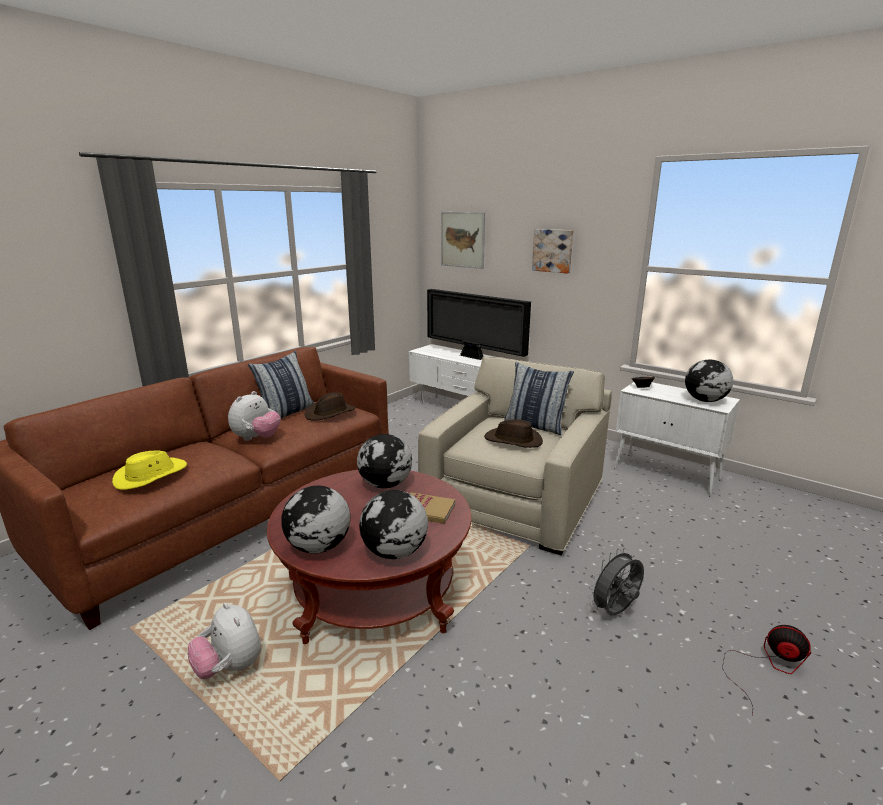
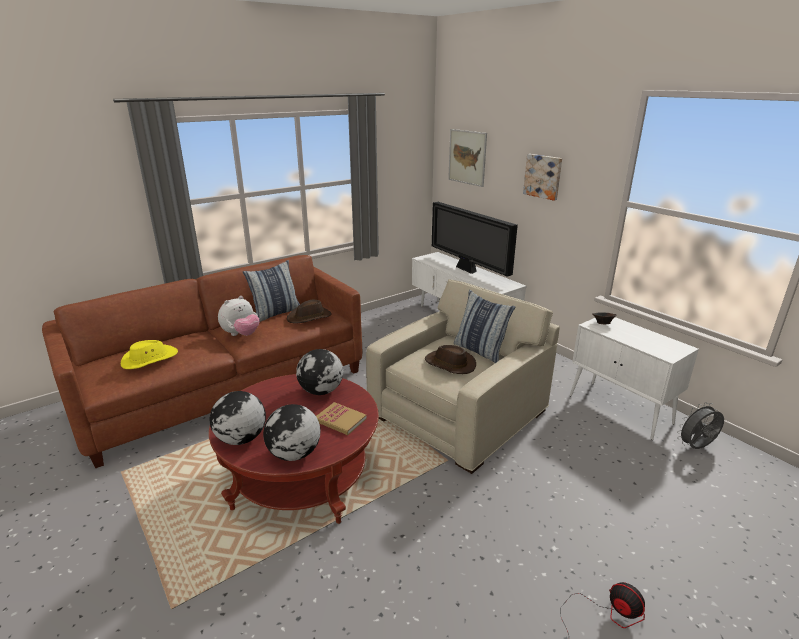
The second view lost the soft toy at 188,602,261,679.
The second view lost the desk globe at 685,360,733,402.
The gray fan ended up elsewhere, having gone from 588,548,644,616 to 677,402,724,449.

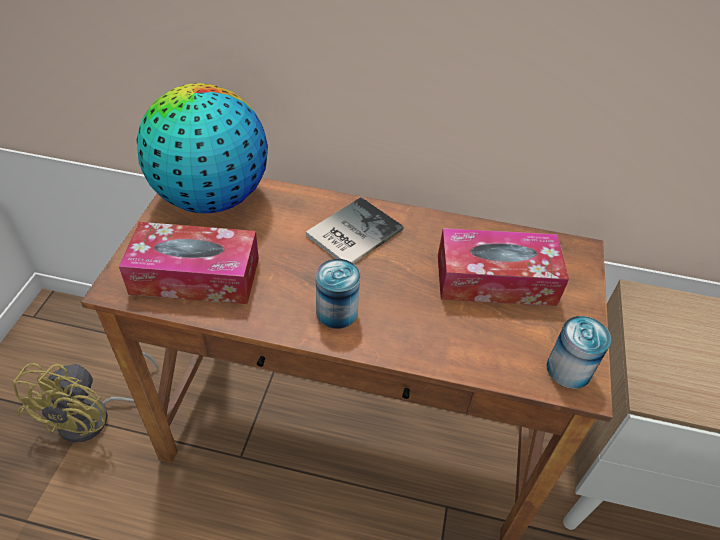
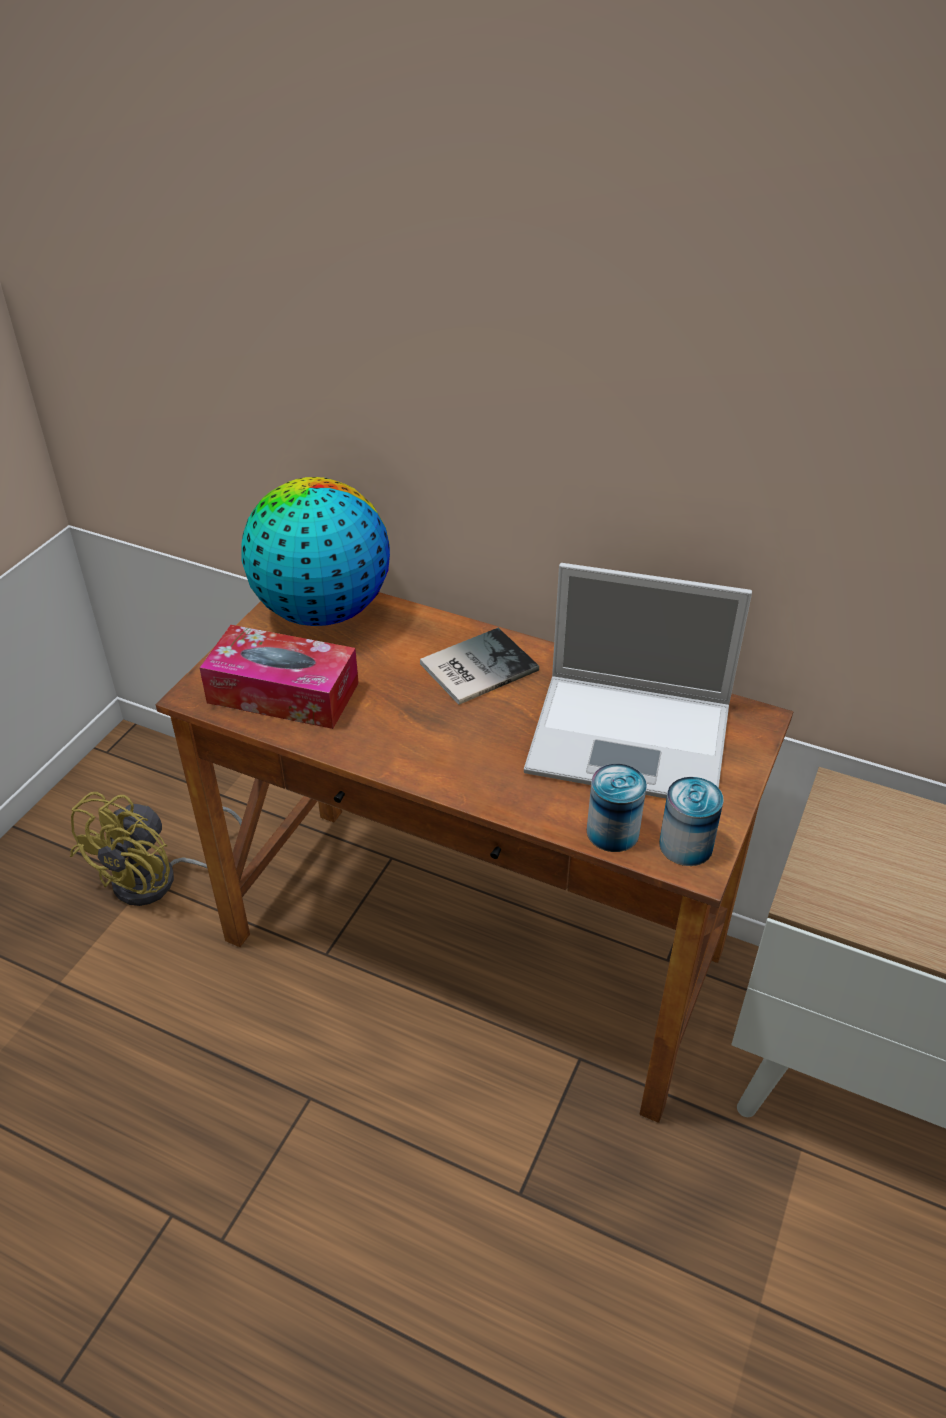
The metal can ended up elsewhere, having gone from 316,259,360,329 to 587,764,647,852.
Where the tissue box stood at 438,228,569,306, the portable computer came to stand at 524,563,752,798.

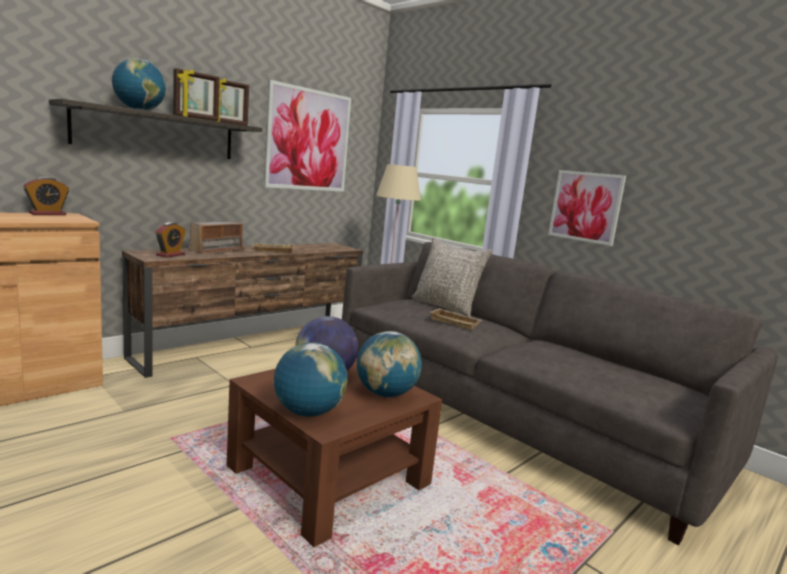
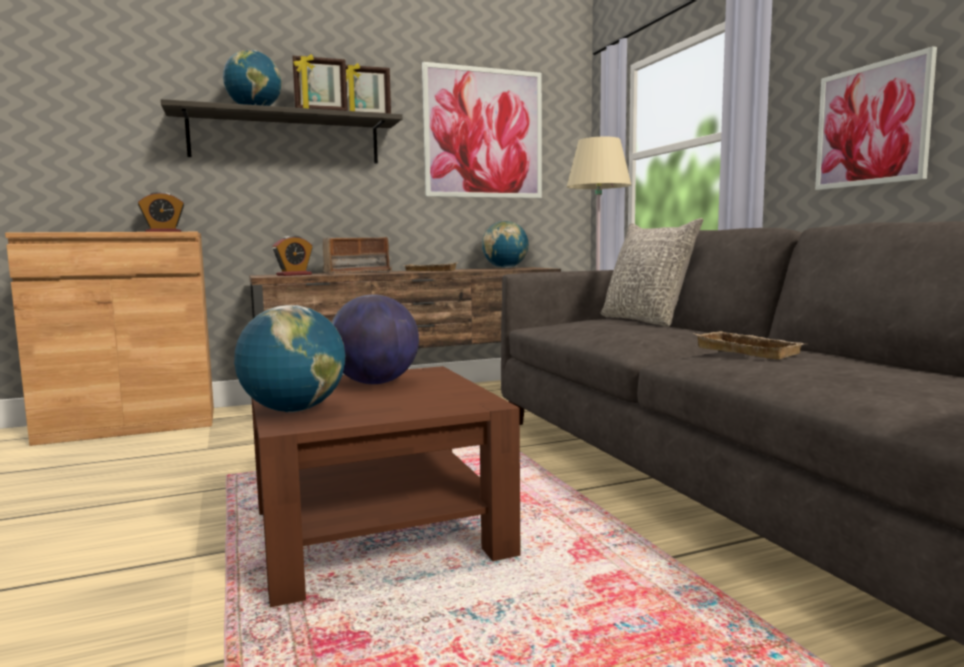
The desk globe ended up elsewhere, having gone from 357,331,422,398 to 482,221,529,268.
The sand-coloured carrying tray ended up elsewhere, having gone from 429,308,482,330 to 695,331,805,360.

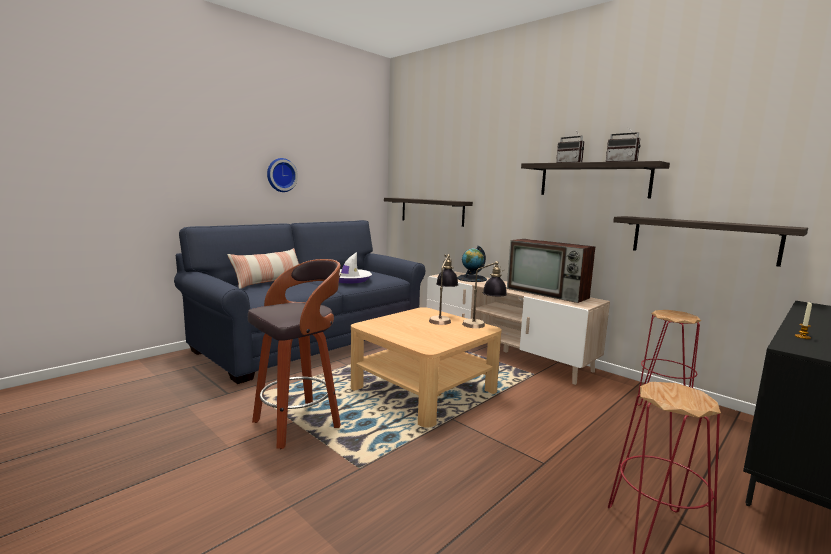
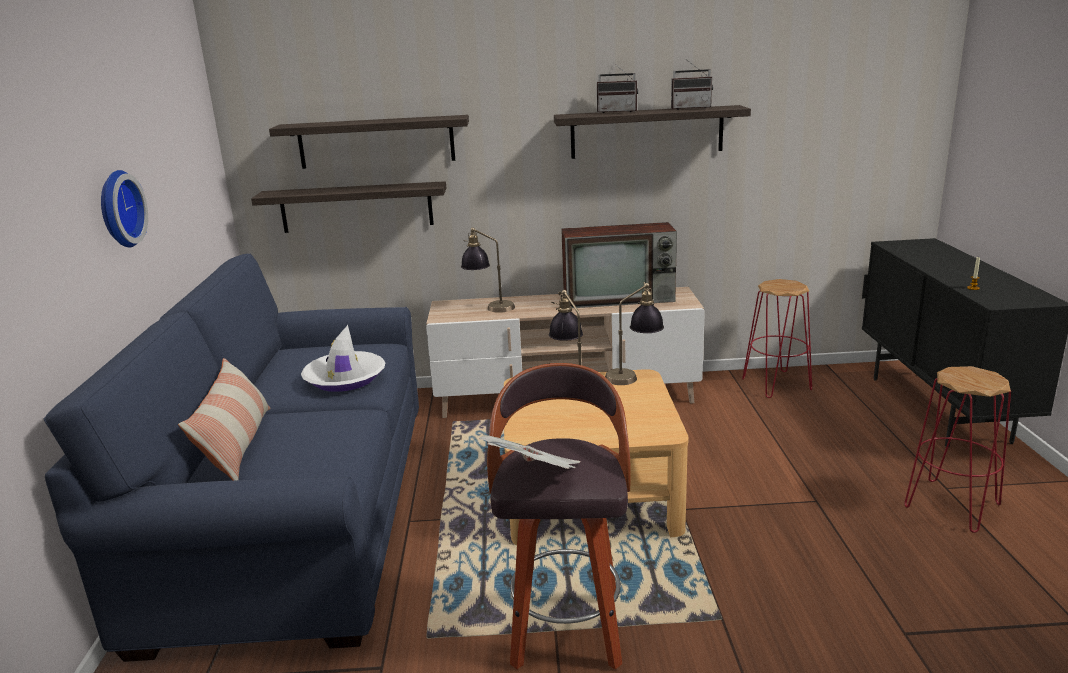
The second view gained the daily paper at 479,435,580,469.
The bracket shelf ended up elsewhere, having gone from 613,216,808,267 to 269,115,469,169.
Where the desk globe stood at 457,246,487,282, the tabletop lamp came to stand at 461,227,515,313.

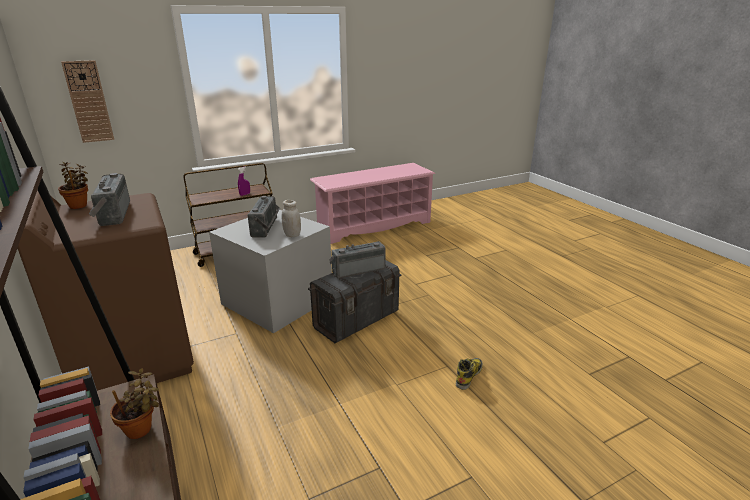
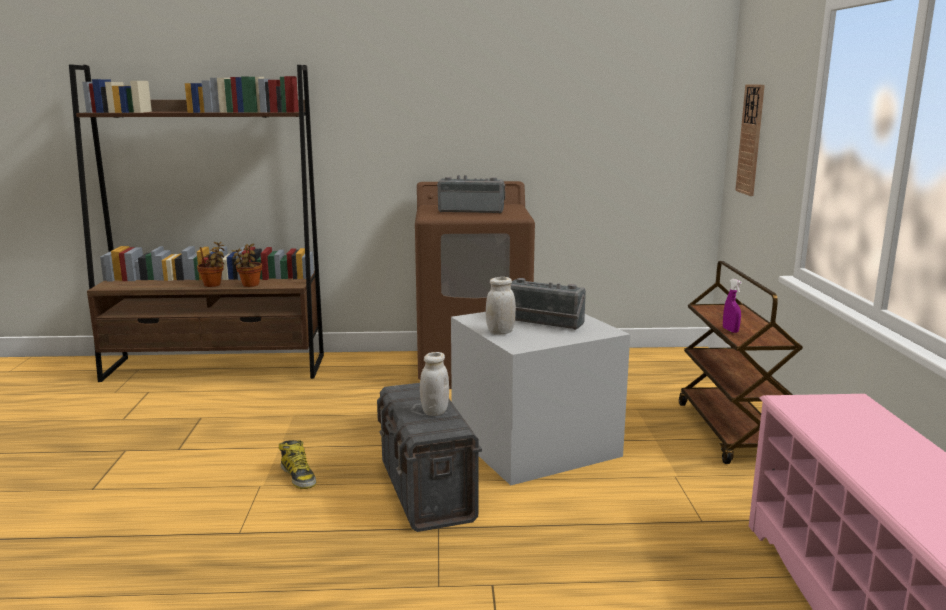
The potted plant ended up elsewhere, having gone from 58,162,88,209 to 197,242,225,287.
The boot ended up elsewhere, having gone from 456,358,483,390 to 279,440,316,489.
Where the radio stood at 329,241,386,279, the white storage jar came to stand at 420,352,449,416.

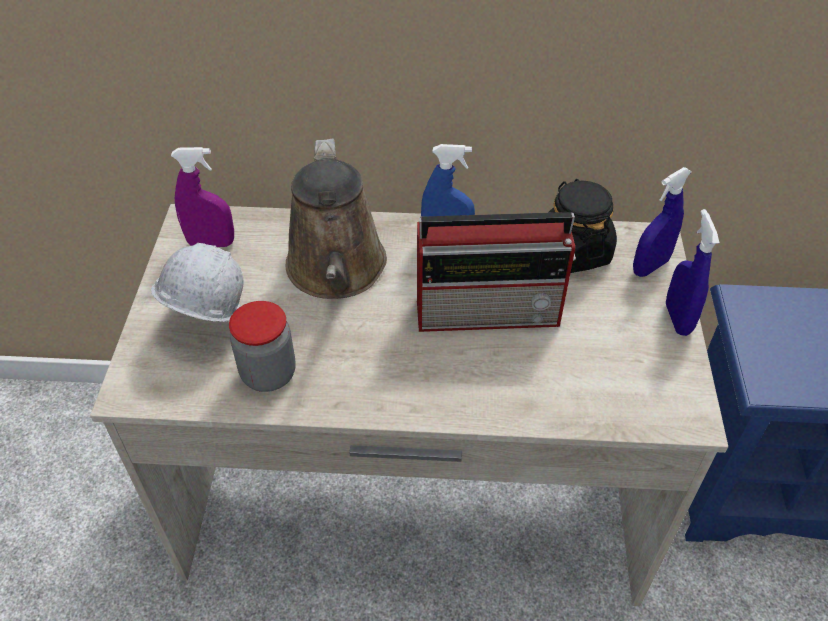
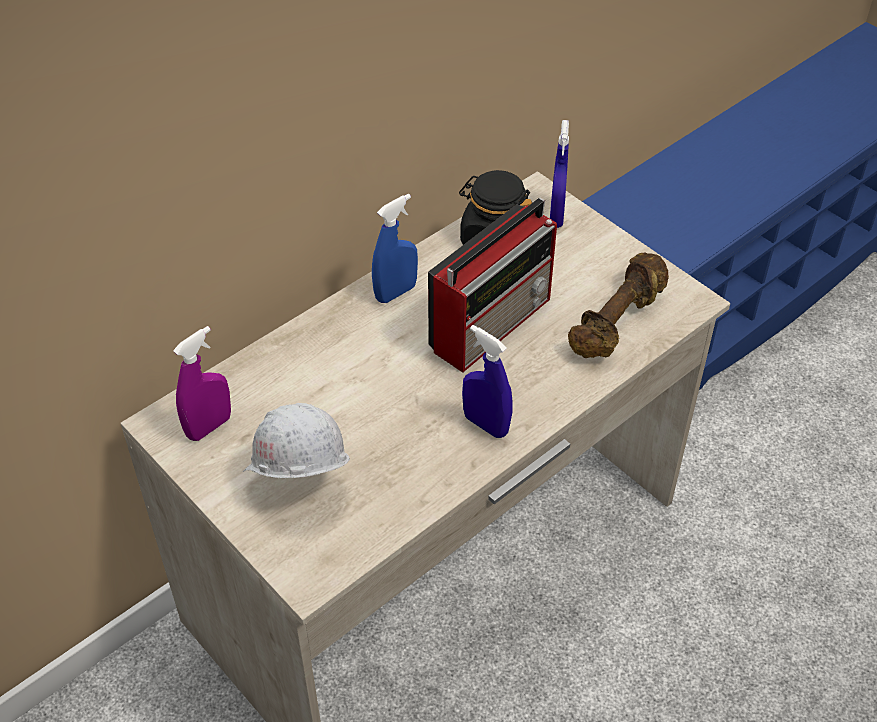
The second view lost the storage jar at 229,301,296,392.
The second view lost the brownish watering can at 286,138,387,299.
The second view gained the brownish free weight at 568,253,669,358.
The bluish hand sprayer ended up elsewhere, having gone from 666,209,720,336 to 462,325,512,438.

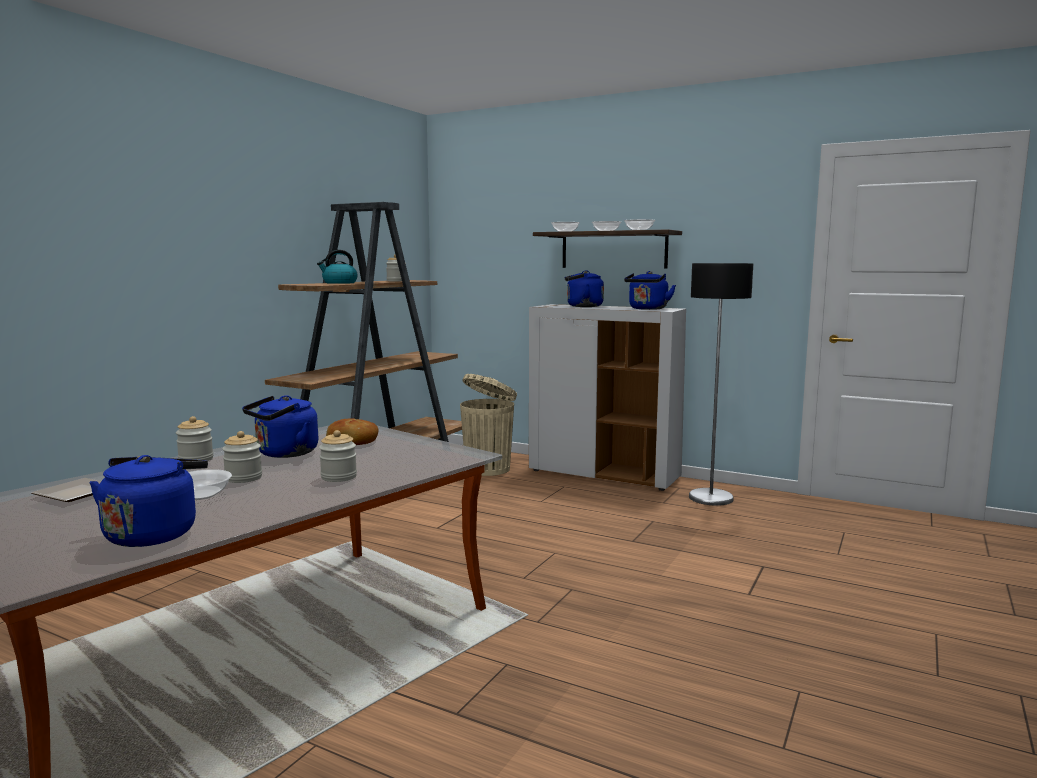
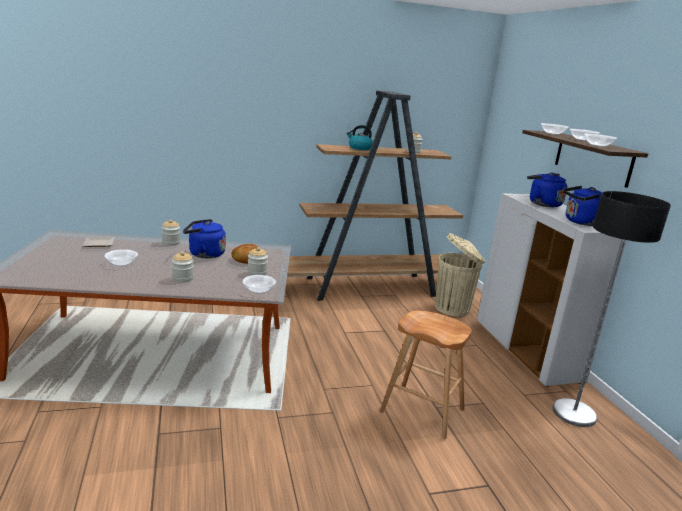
The second view lost the bluish tea kettle at 89,455,208,547.
The second view gained the serving bowl at 243,275,276,294.
The second view gained the brownish stool at 380,310,471,439.
The storage jar ended up elsewhere, having gone from 222,431,262,483 to 247,247,268,275.

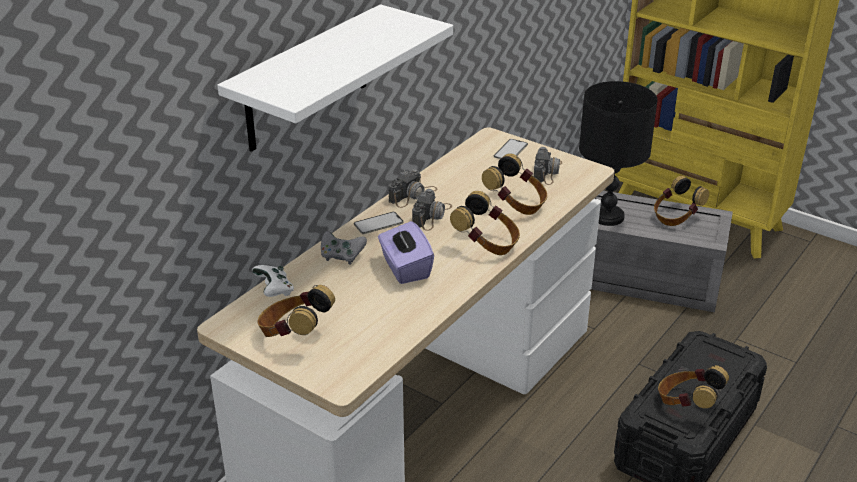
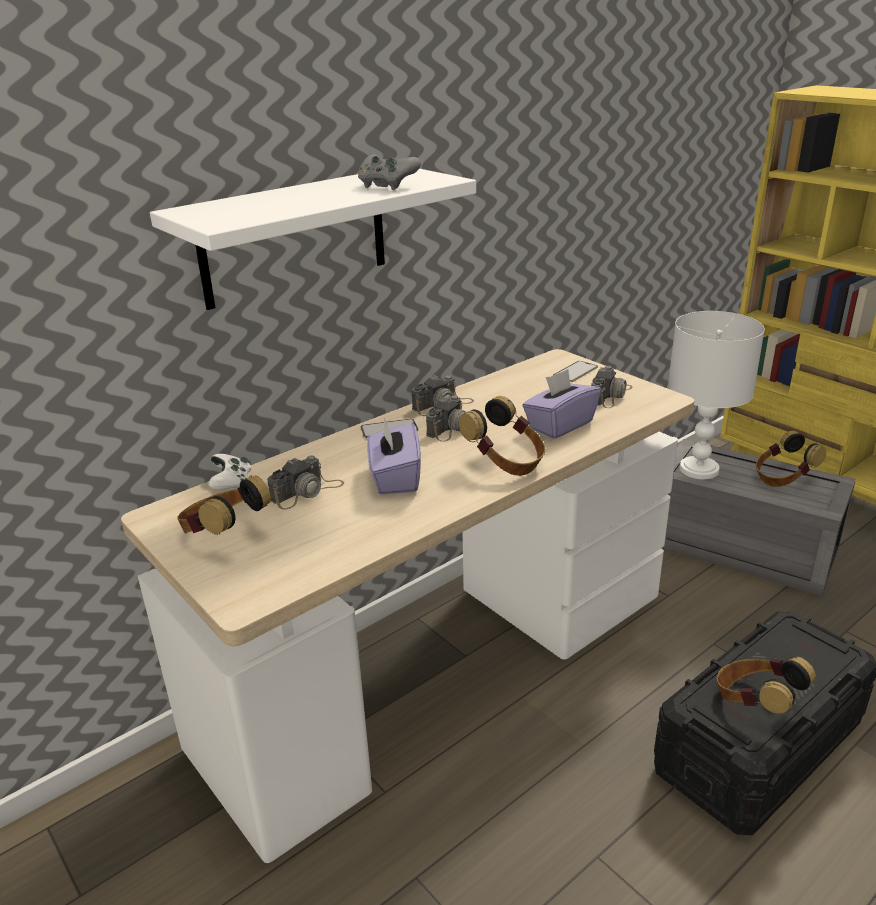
The second view gained the still camera at 267,455,344,510.
The gray game controller ended up elsewhere, having gone from 321,231,367,265 to 358,154,421,190.
Where the headset stood at 482,153,547,215, the purple-coloured tissue box came to stand at 522,369,601,439.
What was the black tabletop lamp at 579,81,658,226 turned into the white tabletop lamp at 668,311,765,479.

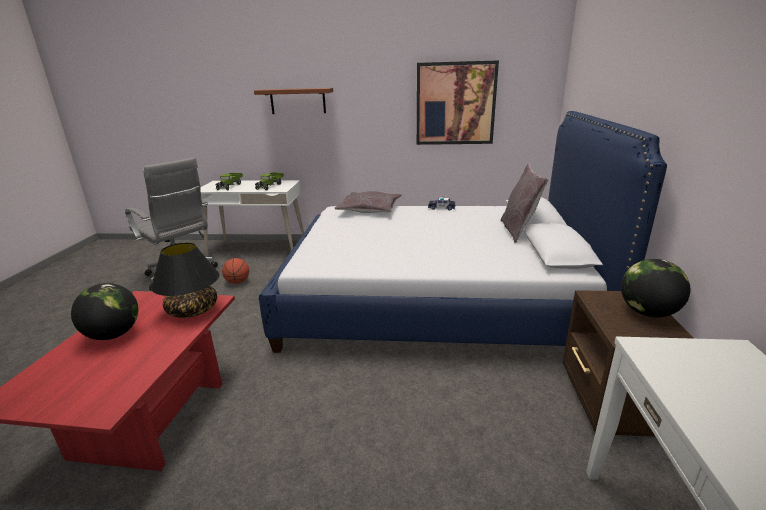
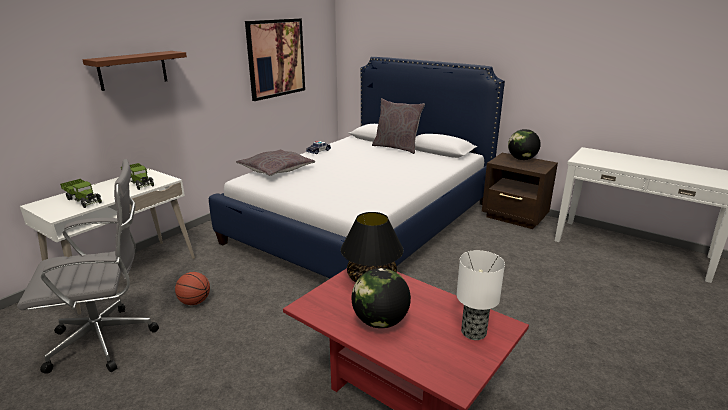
The second view gained the tabletop lamp at 456,250,505,340.

